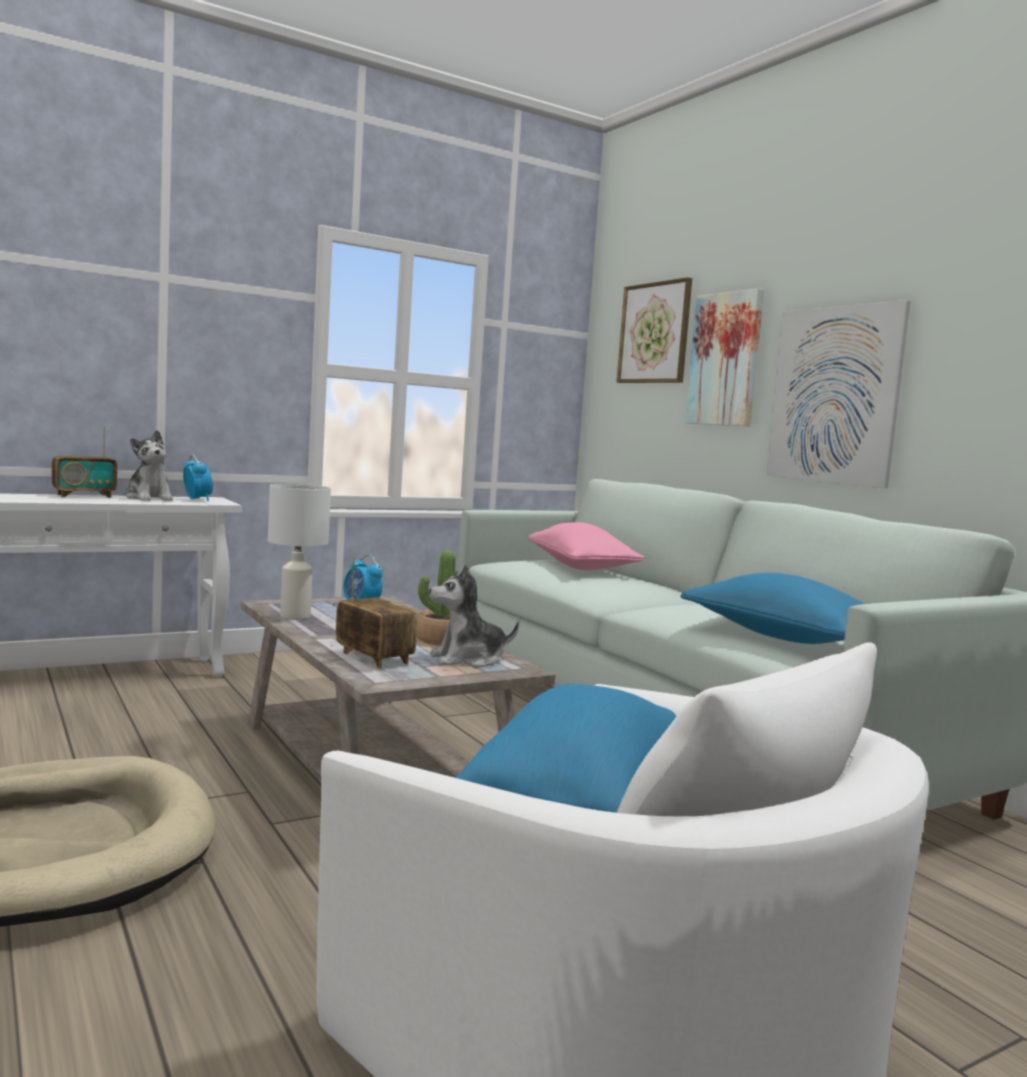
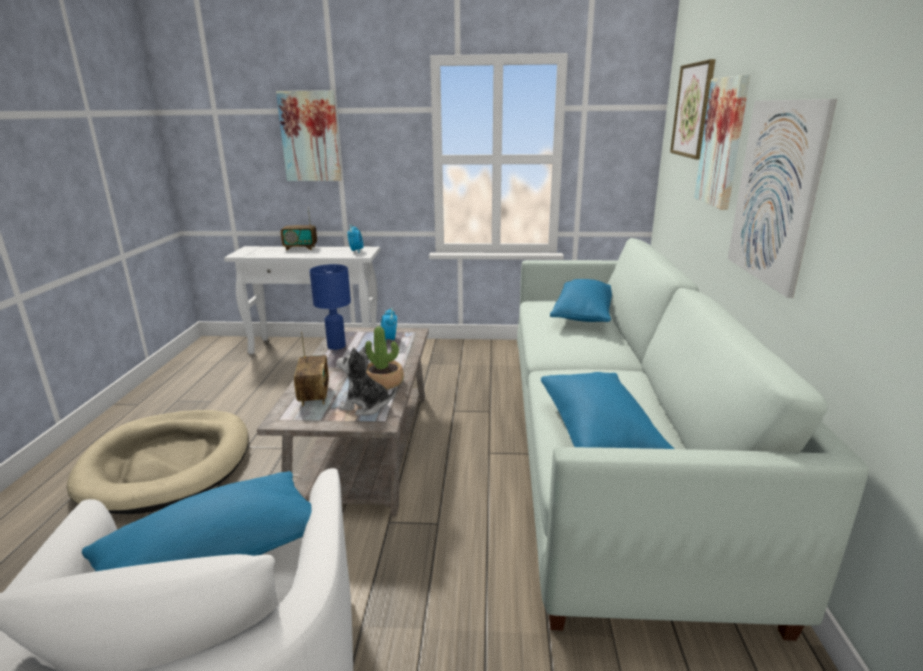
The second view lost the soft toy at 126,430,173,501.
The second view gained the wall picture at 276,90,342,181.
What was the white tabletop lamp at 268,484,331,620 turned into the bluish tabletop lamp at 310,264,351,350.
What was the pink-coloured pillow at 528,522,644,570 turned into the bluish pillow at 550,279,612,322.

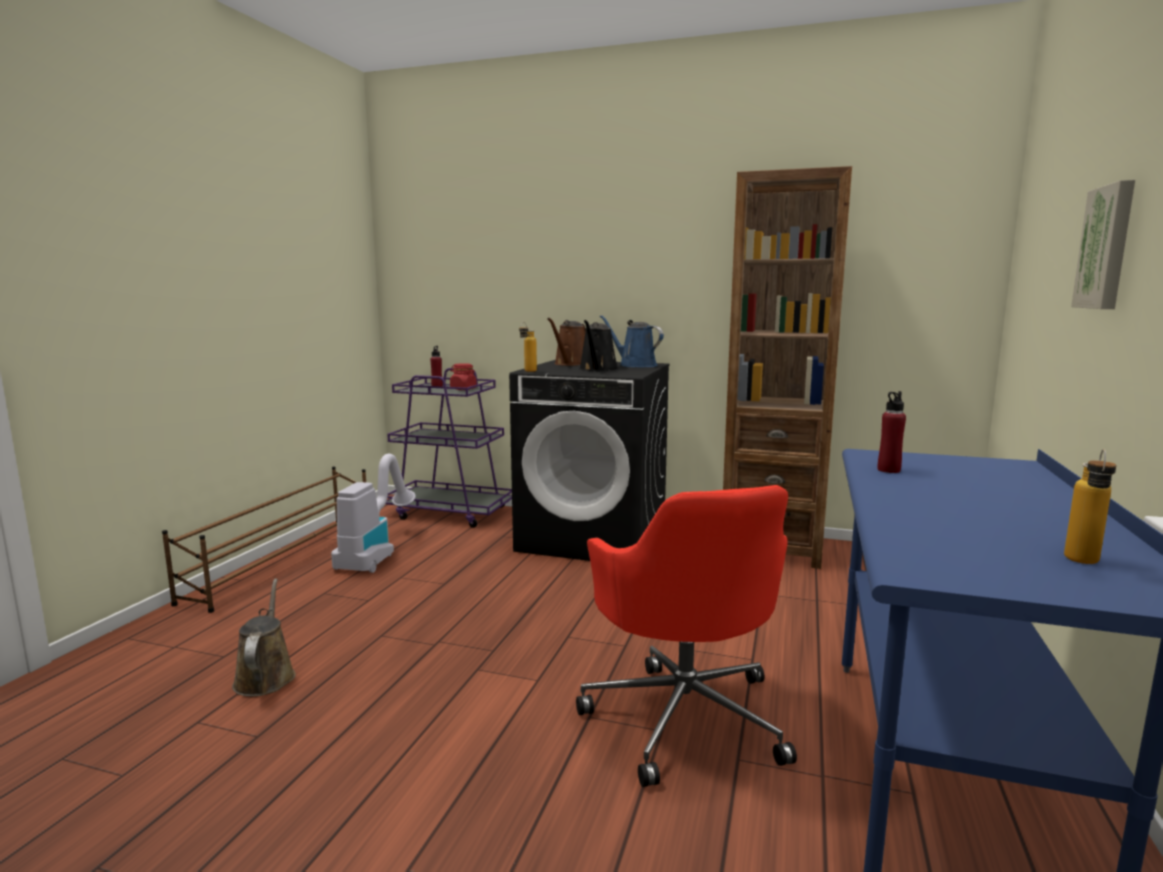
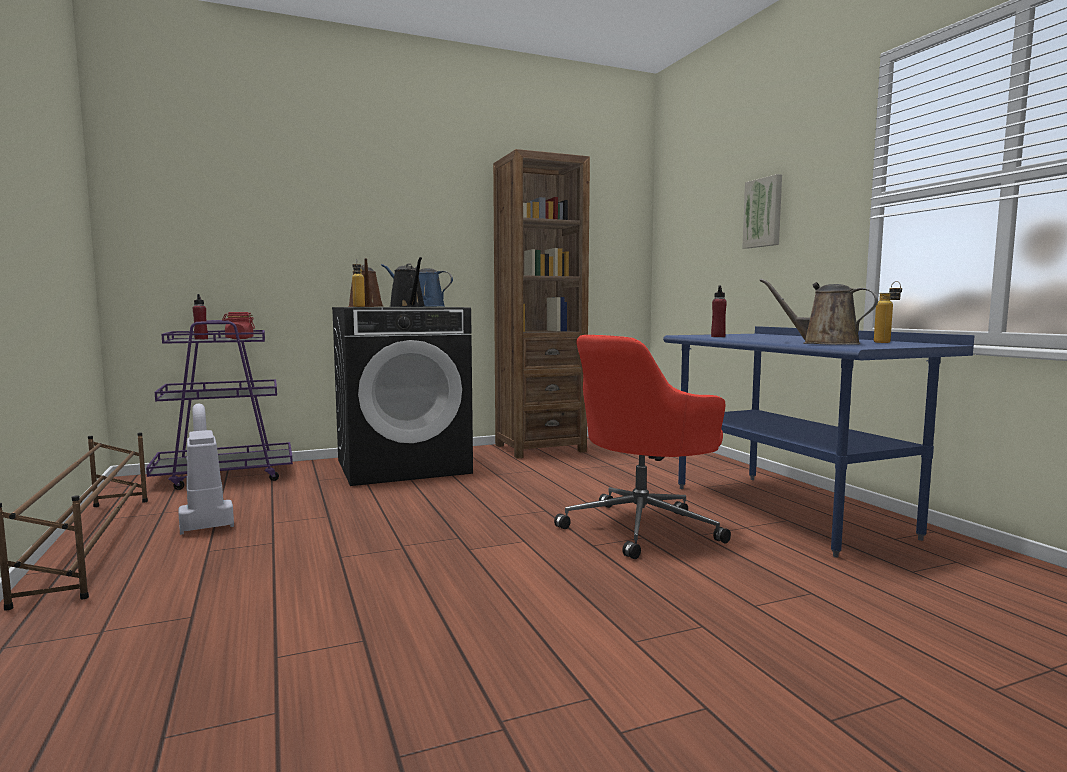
The brownish watering can ended up elsewhere, having gone from 232,579,296,697 to 759,279,878,345.
The red desk chair at 576,485,797,787 ended up facing another way, 105 degrees clockwise from before.

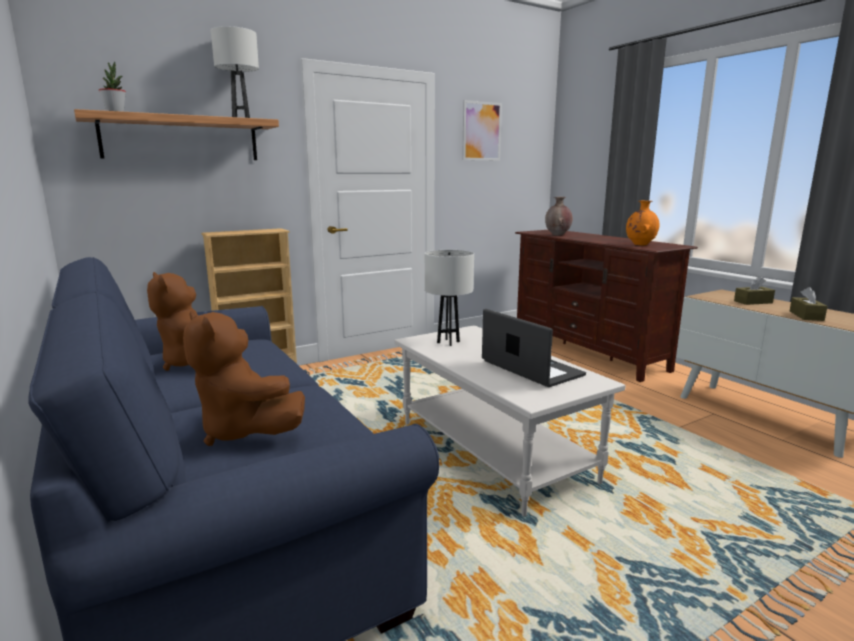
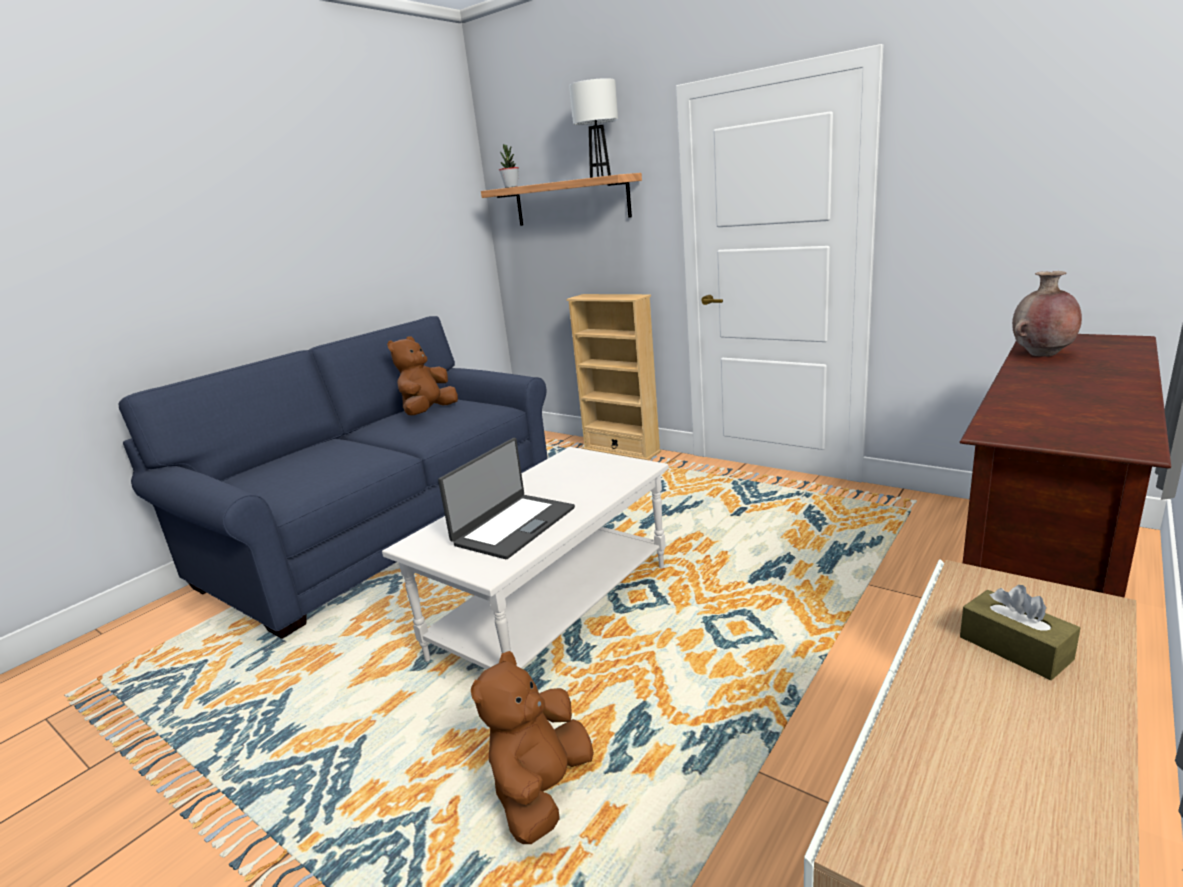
The second view lost the white tabletop lamp at 425,250,474,346.
The second view lost the wall picture at 462,100,502,161.
The second view lost the orange-coloured decorative vase at 626,201,659,245.
The second view lost the brownish tissue box at 790,287,828,321.
The brownish soft toy ended up elsewhere, having gone from 183,311,305,446 to 471,651,594,844.

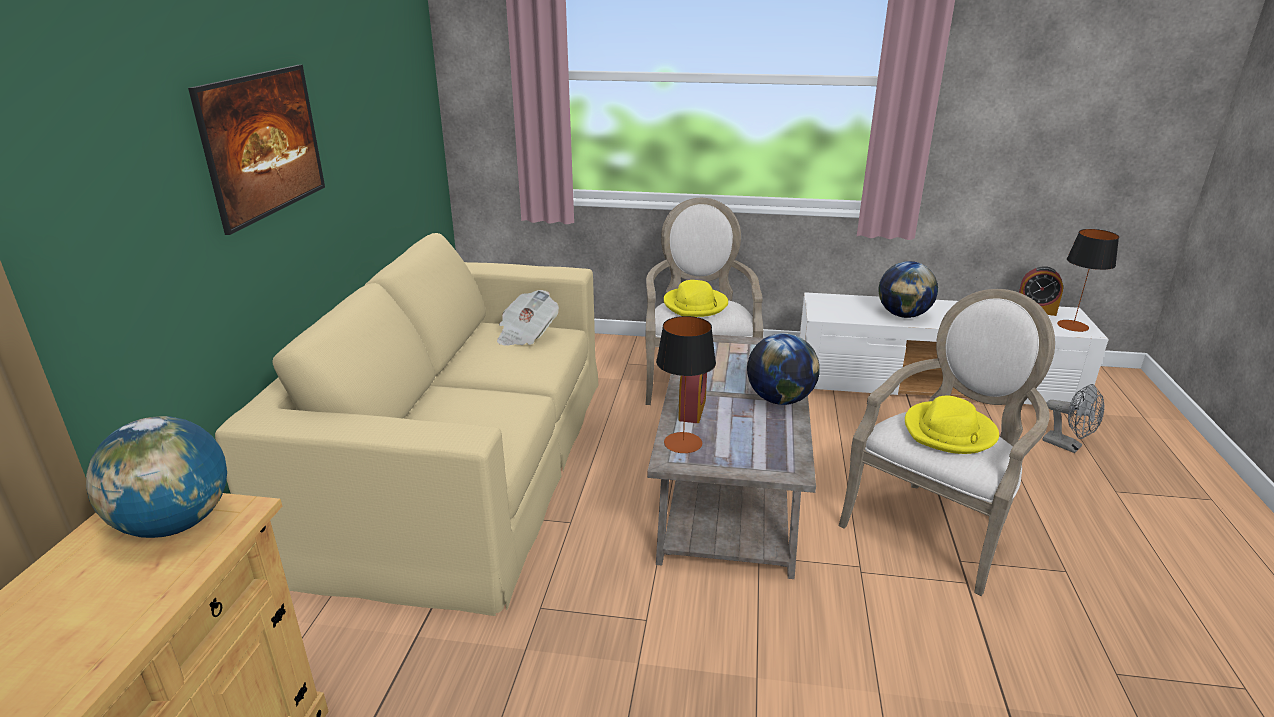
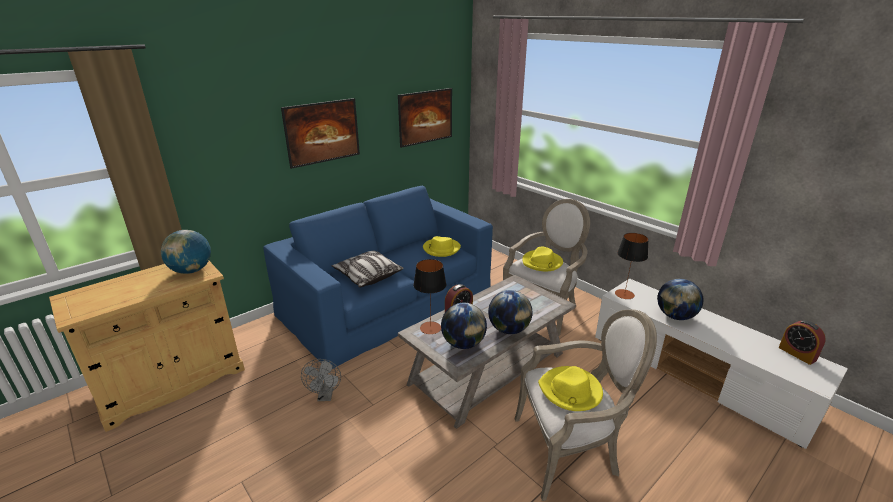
The second view gained the pillow at 332,250,404,288.
The second view gained the wall picture at 398,88,452,148.
The second view gained the desk globe at 441,303,487,349.
The gray fan ended up elsewhere, having gone from 1042,384,1104,453 to 301,359,341,401.
The tabletop lamp ended up elsewhere, having gone from 1057,229,1119,332 to 615,233,649,299.
Where the daily paper stood at 497,290,559,345, the yellow wearable hat came to stand at 423,236,461,257.
What was the sand-coloured couch at 215,233,599,616 turned into the bluish couch at 263,186,493,368.

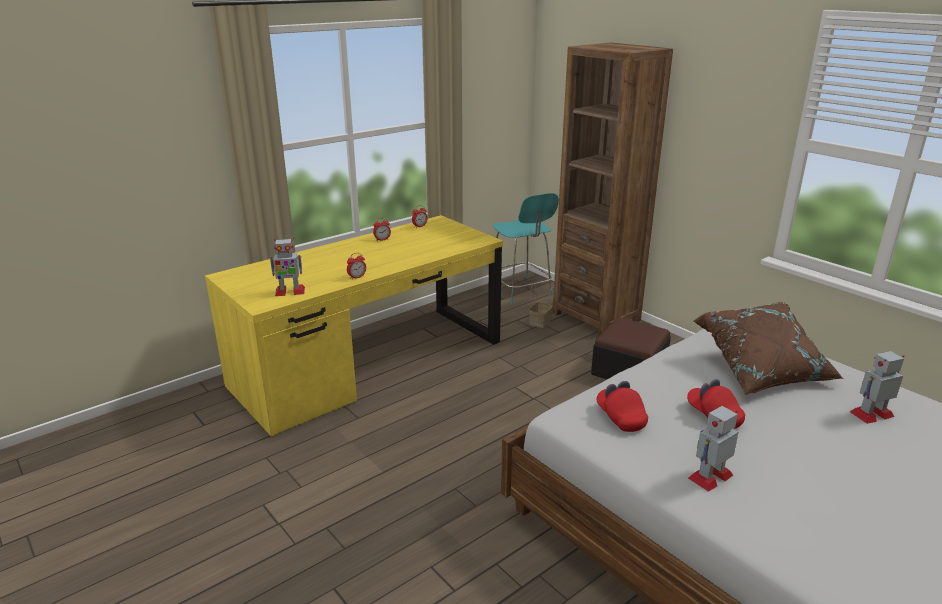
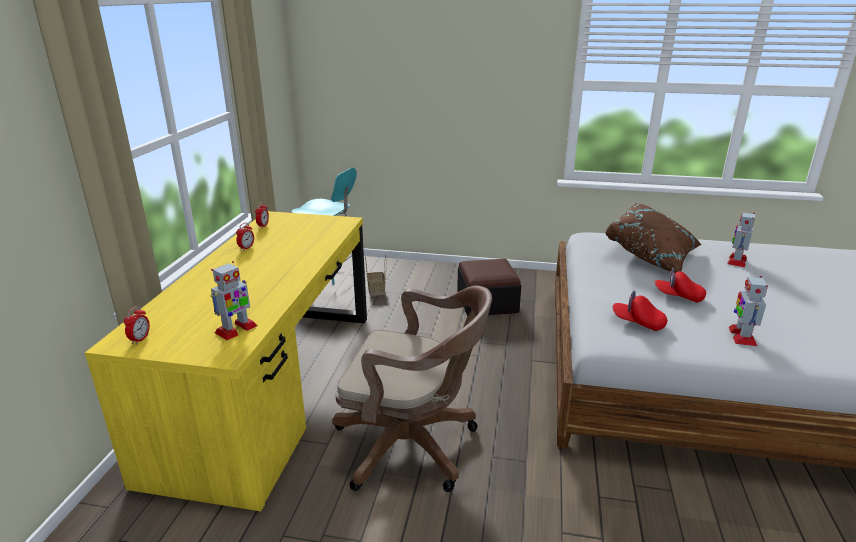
The second view lost the brownish bookshelf at 553,43,673,336.
The second view gained the brownish desk chair at 332,286,492,492.
The bedside clock ended up elsewhere, having gone from 347,253,366,280 to 124,306,150,345.

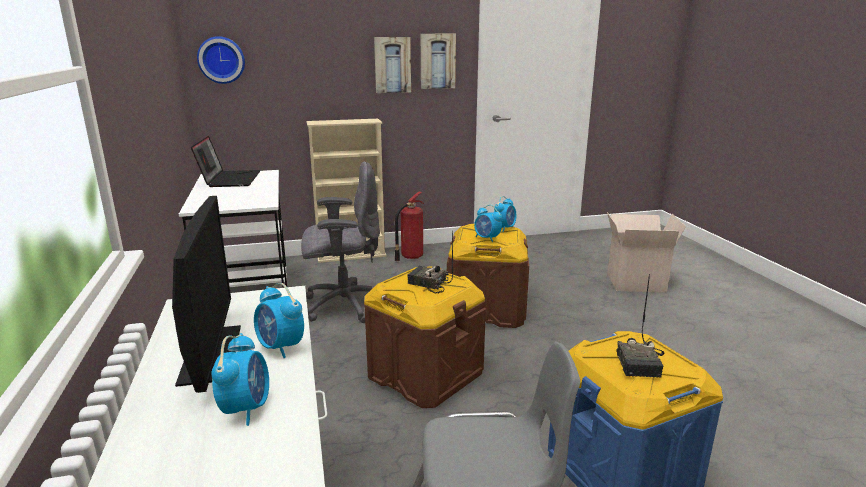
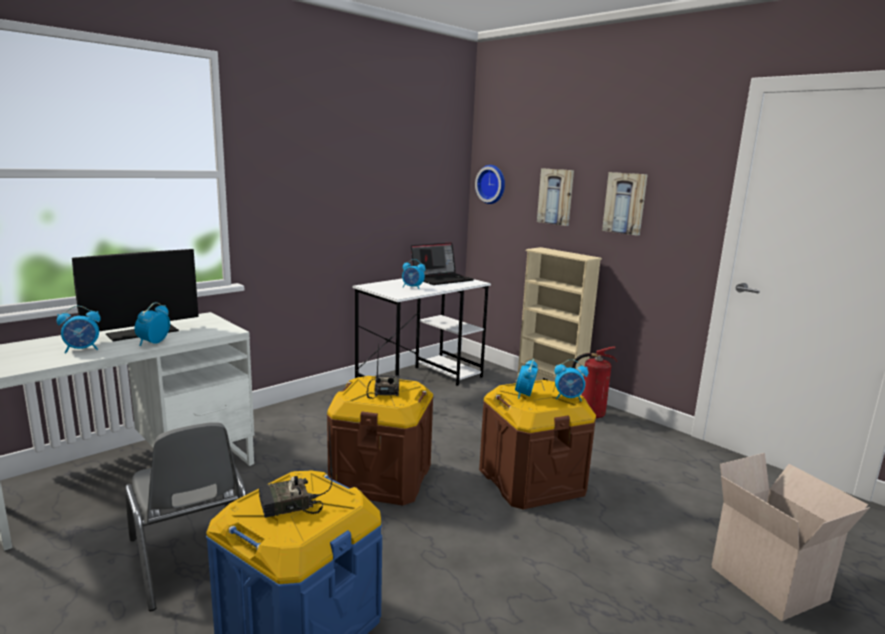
The second view lost the gray desk chair at 301,162,380,323.
The second view gained the bedside clock at 402,259,426,289.
The wall picture ended up elsewhere, having gone from 421,34,456,89 to 537,168,574,226.

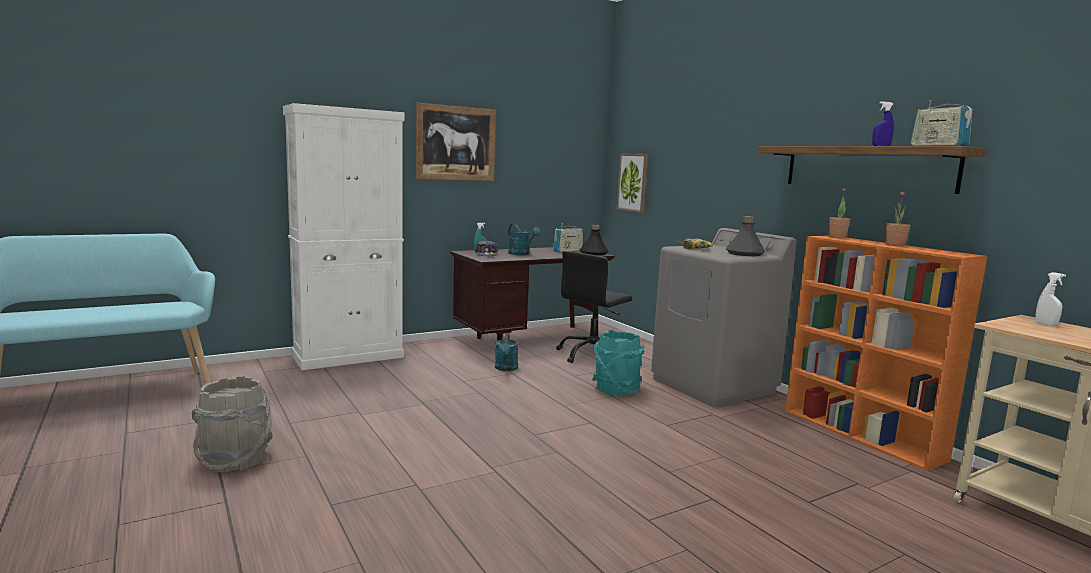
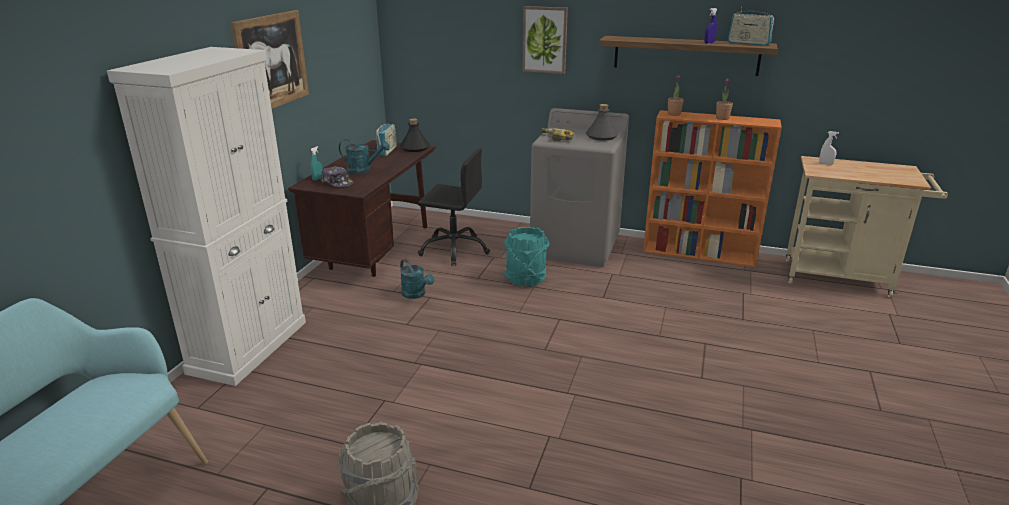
The wall picture ended up elsewhere, having gone from 616,154,648,213 to 523,6,568,74.
The black desk chair at 556,251,632,363 ended up facing another way, 75 degrees counterclockwise from before.

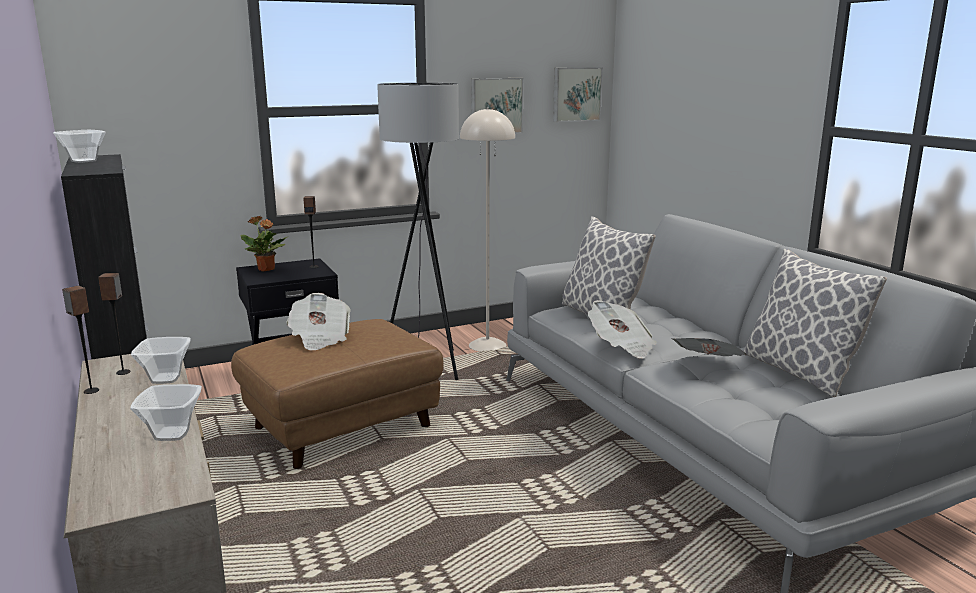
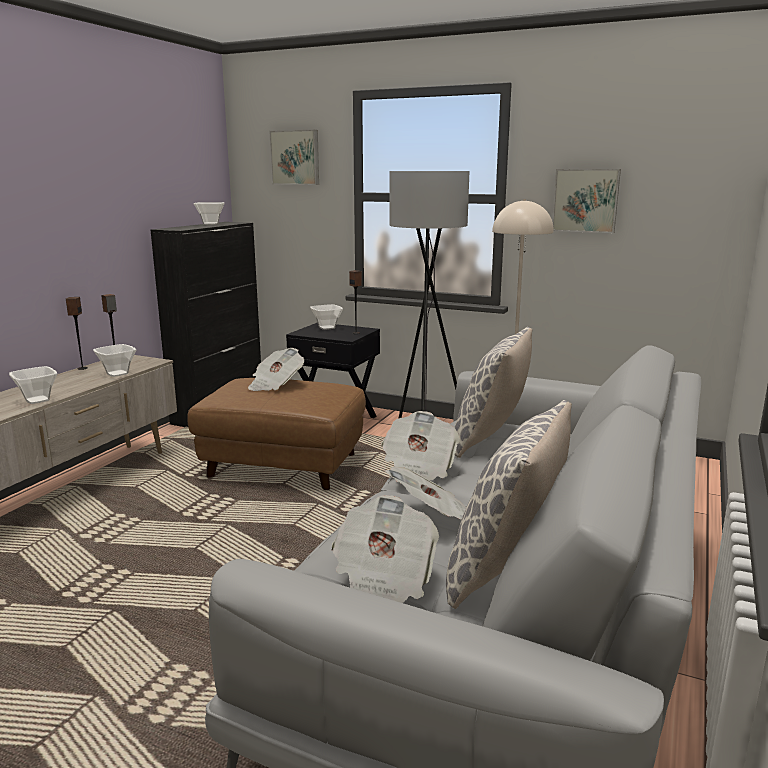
The second view gained the daily paper at 332,495,439,603.
The wall picture ended up elsewhere, having gone from 553,67,603,122 to 269,130,319,185.
Where the potted plant stood at 241,216,287,271, the serving bowl came to stand at 310,304,343,330.

